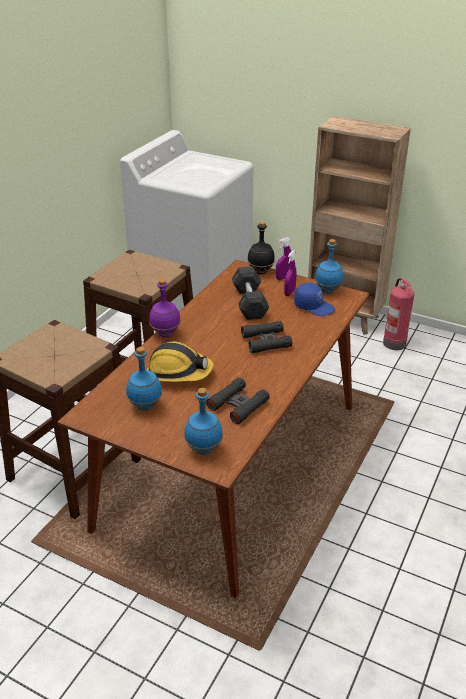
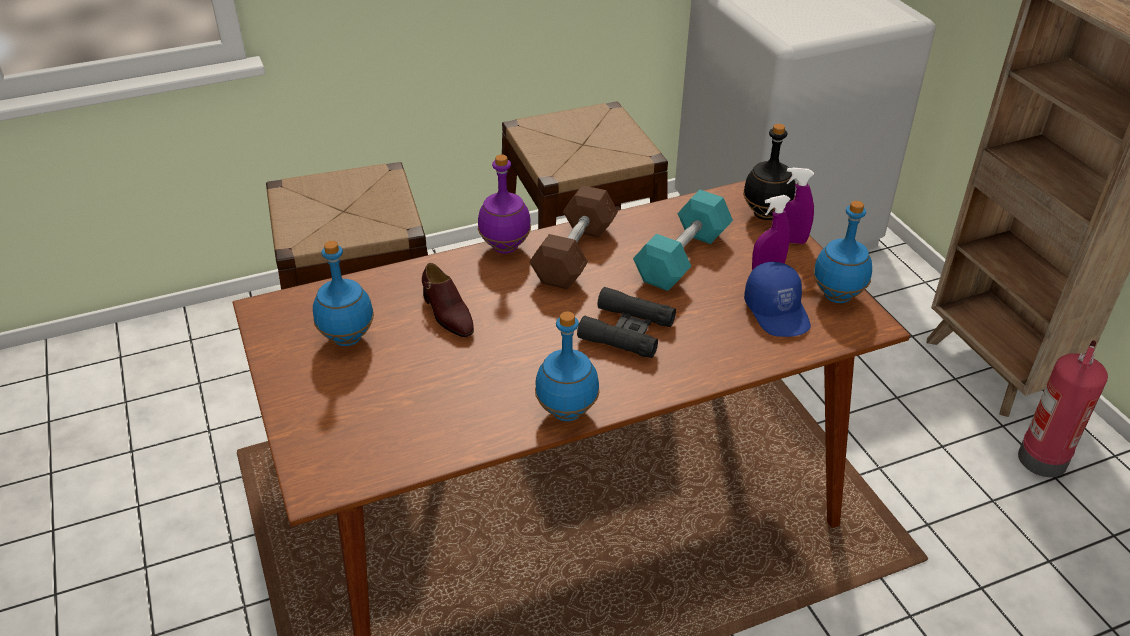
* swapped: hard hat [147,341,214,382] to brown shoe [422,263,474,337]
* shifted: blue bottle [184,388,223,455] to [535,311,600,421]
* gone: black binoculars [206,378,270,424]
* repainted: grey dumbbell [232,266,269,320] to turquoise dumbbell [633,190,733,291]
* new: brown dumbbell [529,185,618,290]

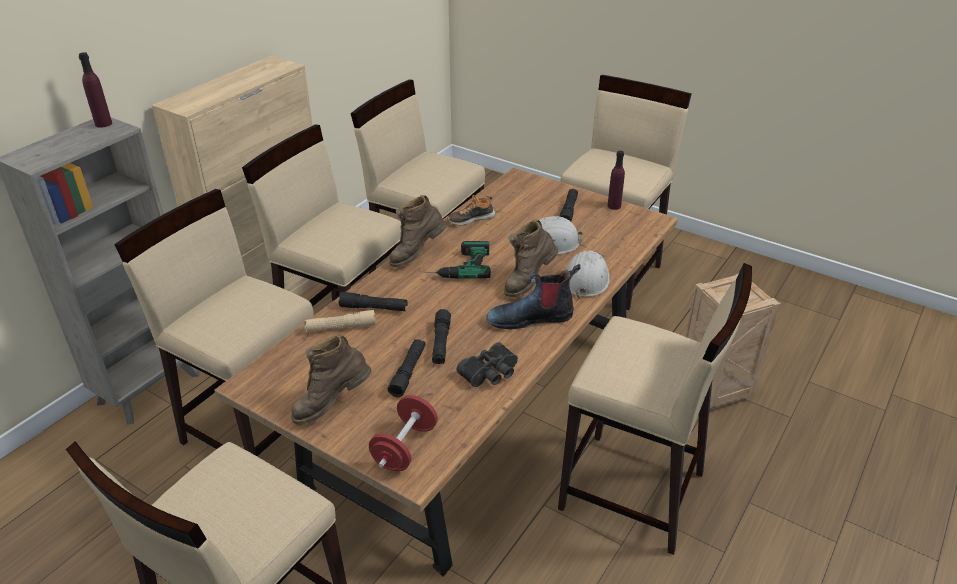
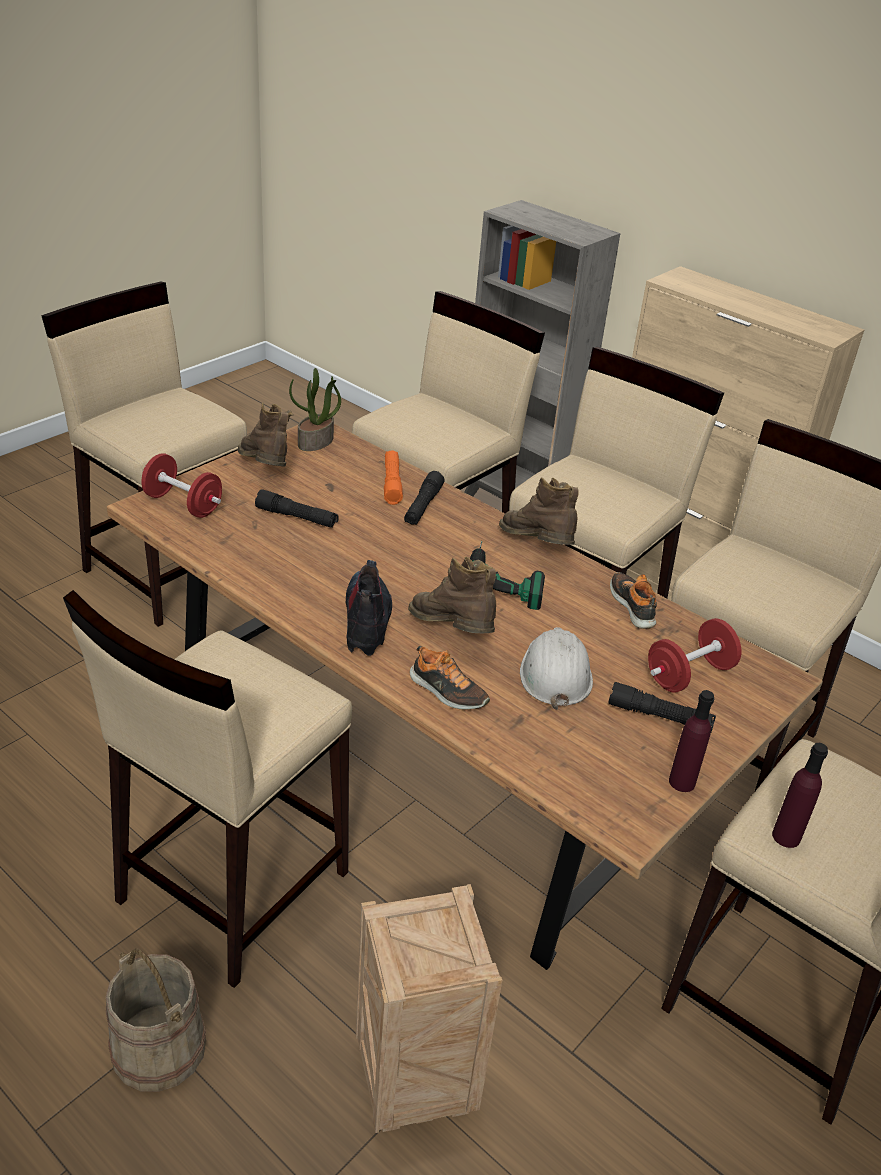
* shifted: purple bottle [79,52,112,128] to [772,743,828,848]
* repainted: beige flashlight [304,310,376,332] to orange flashlight [384,451,403,505]
* gone: black flashlight [432,309,451,364]
* gone: black binoculars [456,342,518,387]
* swapped: white hard hat [566,250,610,299] to shoe [410,646,490,710]
* new: beige bucket [106,948,206,1092]
* new: potted plant [289,368,341,451]
* new: red dumbbell [648,618,741,693]

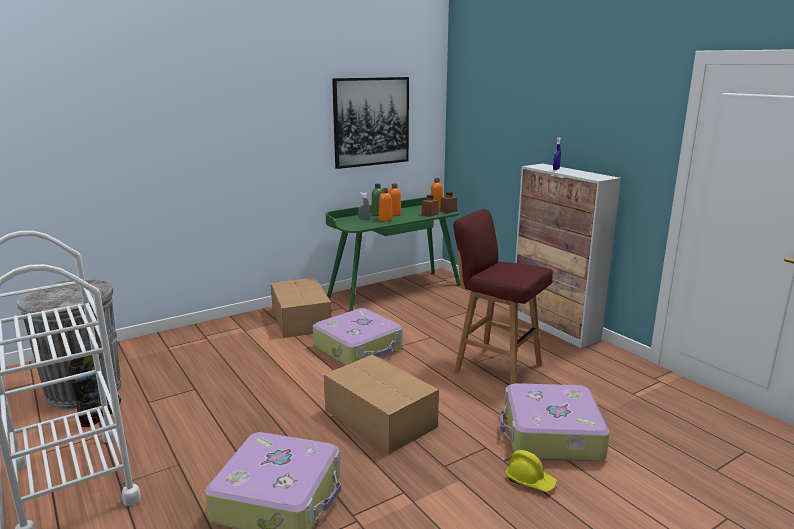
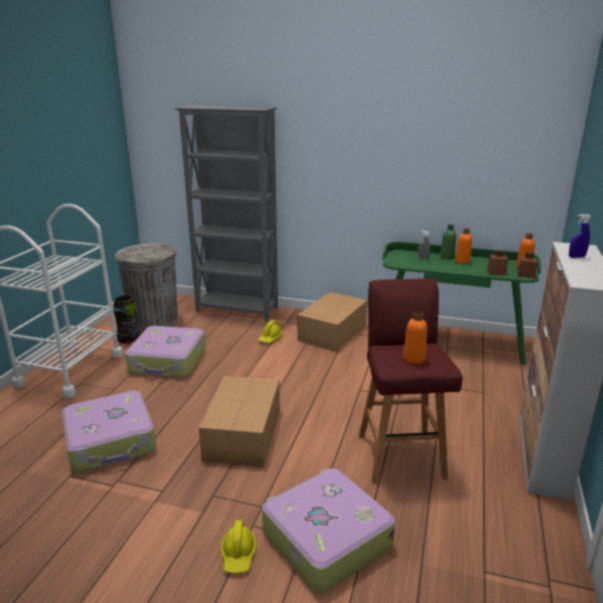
* shifted: suitcase [313,308,403,365] to [125,326,206,378]
* gone: picture [332,77,409,169]
* shifted: orange bottle [379,188,392,222] to [403,311,427,364]
* new: grey bookcase [175,105,278,321]
* new: yellow hard hat [258,320,283,343]

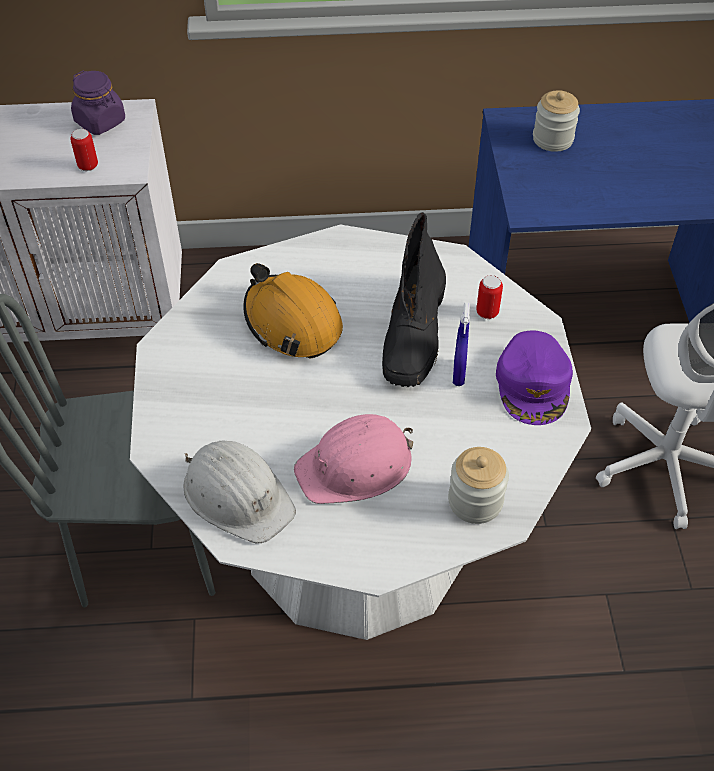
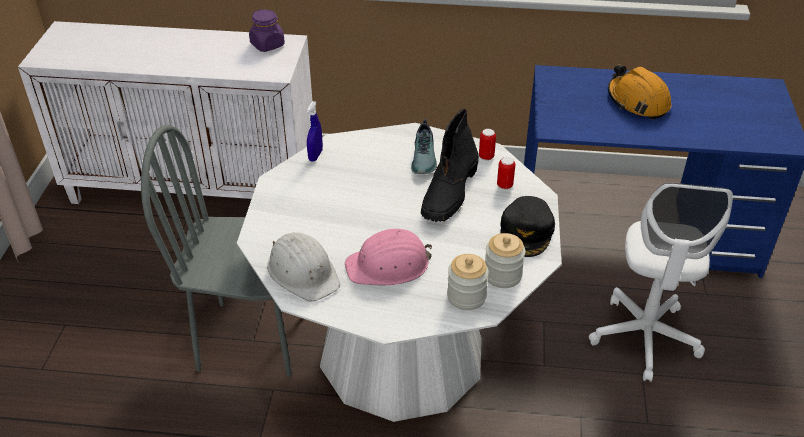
* shifted: can [70,129,98,171] to [479,129,496,160]
* shifted: orange hard hat [243,263,343,358] to [608,65,671,119]
* shifted: blue spray bottle [453,302,470,386] to [307,101,323,162]
* repainted: purple cap [496,331,573,425] to black cap [500,196,555,257]
* shifted: jar [533,90,580,152] to [485,233,525,288]
* new: shoe [411,119,437,174]

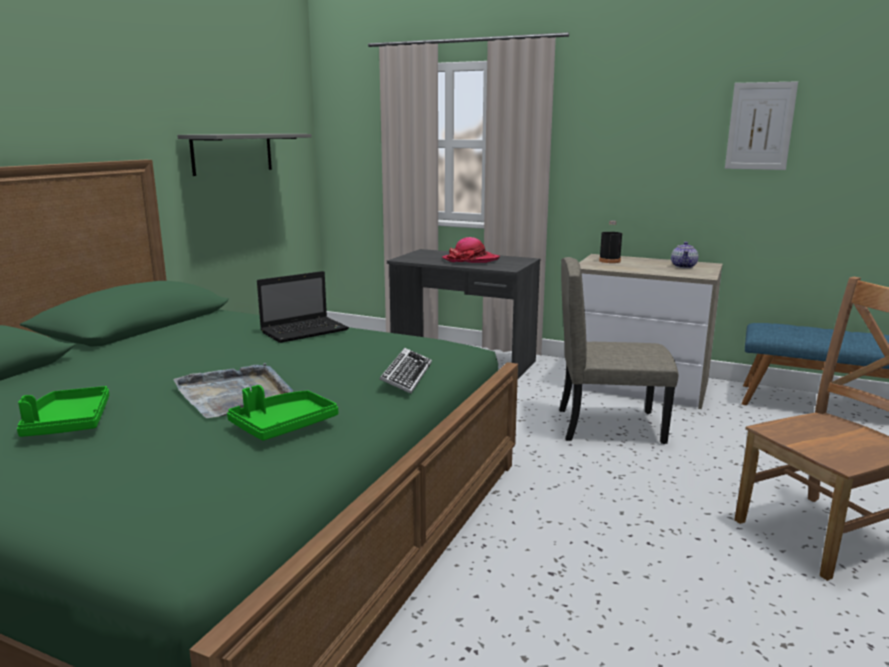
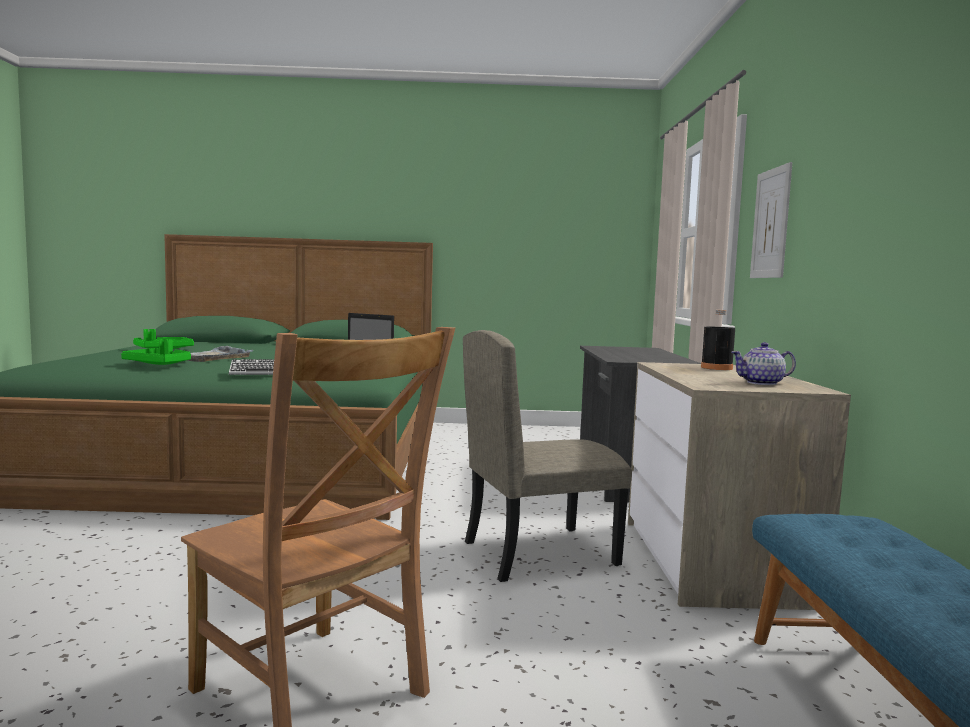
* gone: grey shelf [177,134,311,176]
* gone: hat [442,237,500,263]
* rotated: beige chair [559,257,678,444] = [463,330,632,582] 90 degrees counterclockwise
* shifted: picture [725,81,798,170] to [750,162,792,278]

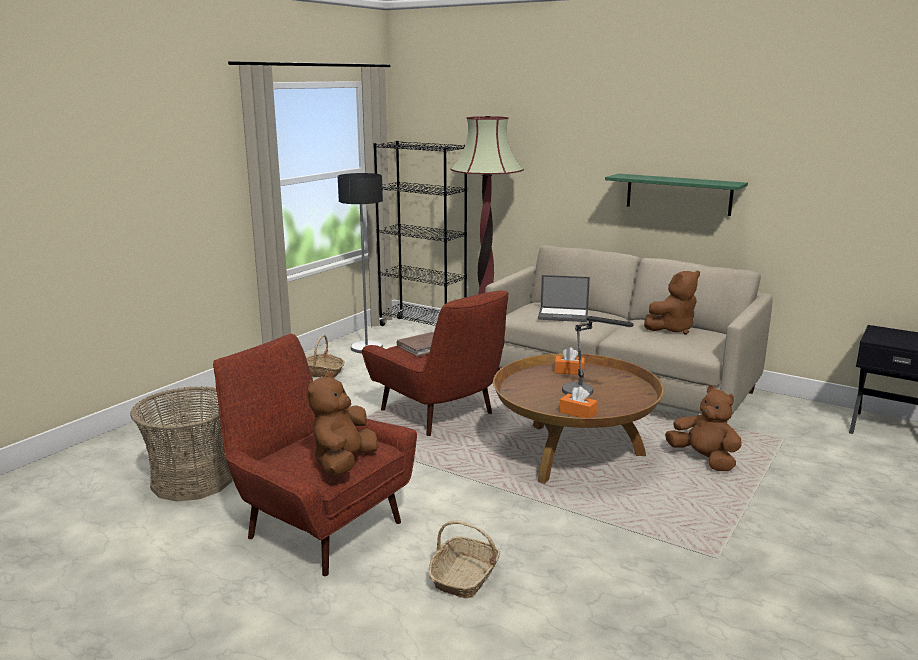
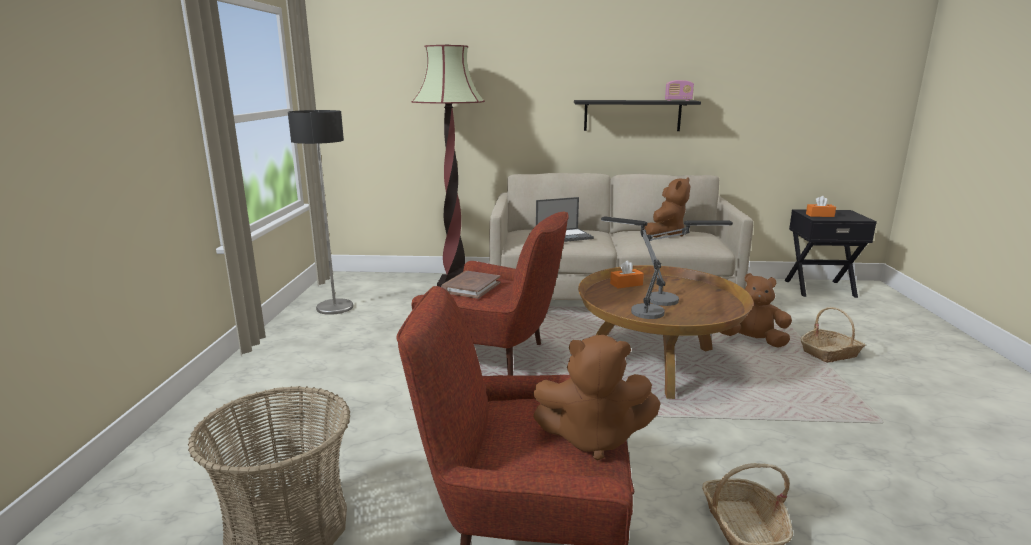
* shifted: basket [306,335,345,378] to [800,307,865,363]
* rotated: brown plush toy [307,372,378,476] = [533,335,661,461] 75 degrees counterclockwise
* gone: black bookcase [373,141,467,326]
* shifted: orange tissue box [559,386,598,418] to [806,196,836,217]
* repainted: green shelf [605,174,748,216] to black shelf [574,100,701,131]
* new: table lamp [601,217,665,319]
* new: radio [665,80,694,101]

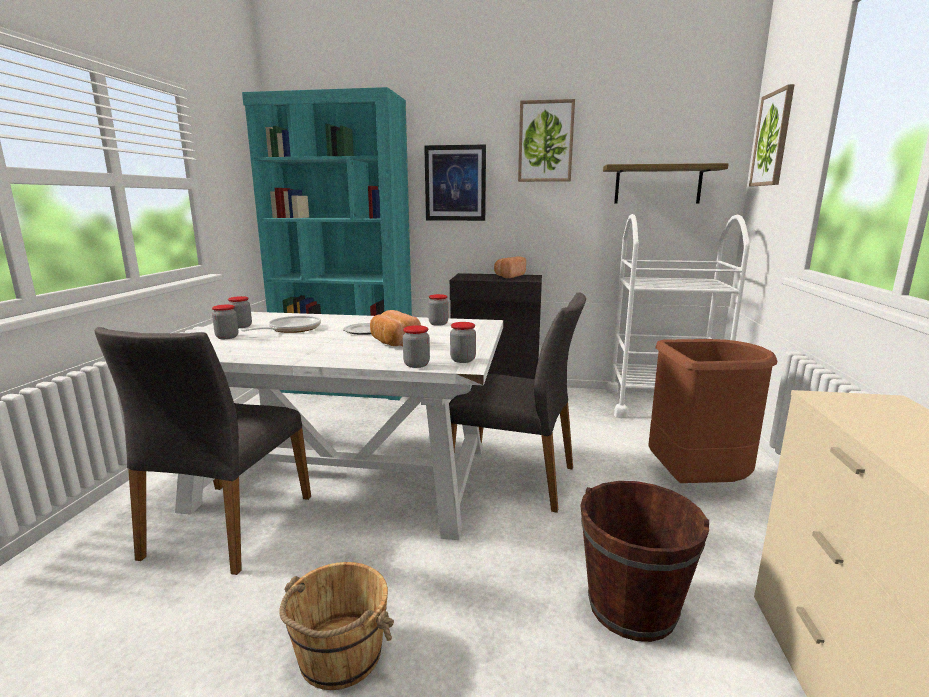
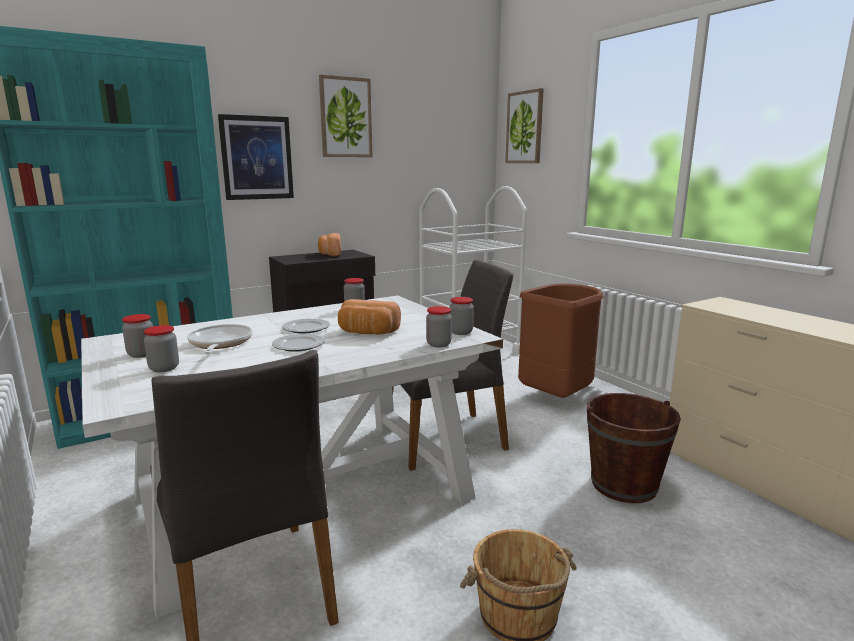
* gone: shelf [603,163,729,204]
* new: plate [272,334,325,352]

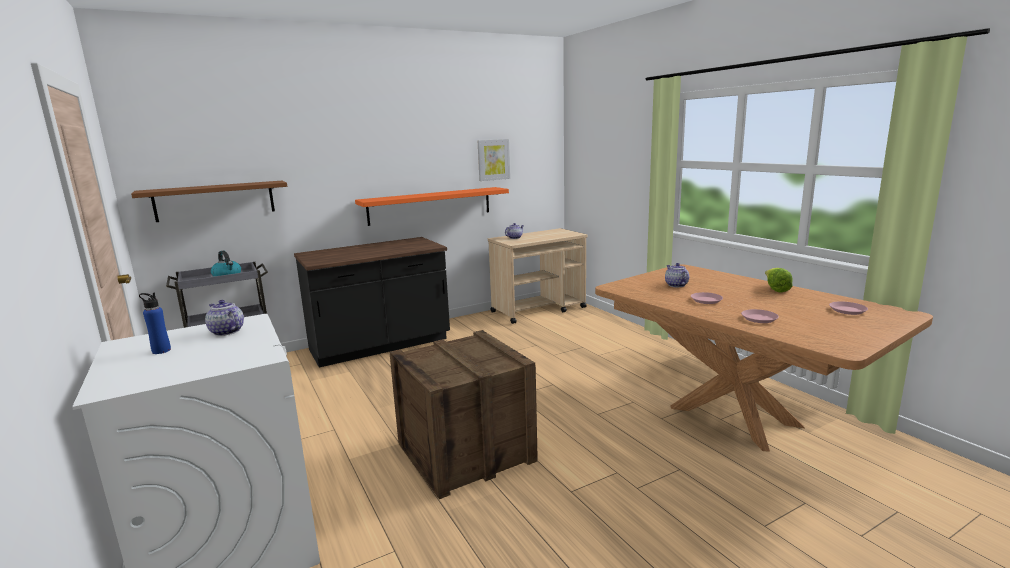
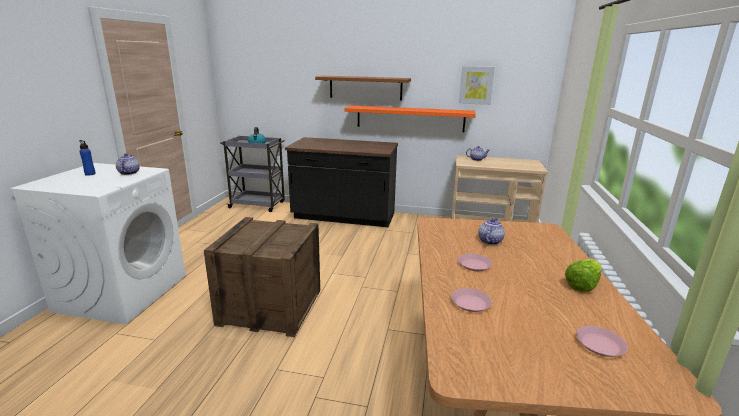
* shifted: brown shelf [131,181,287,222] to [315,76,411,101]

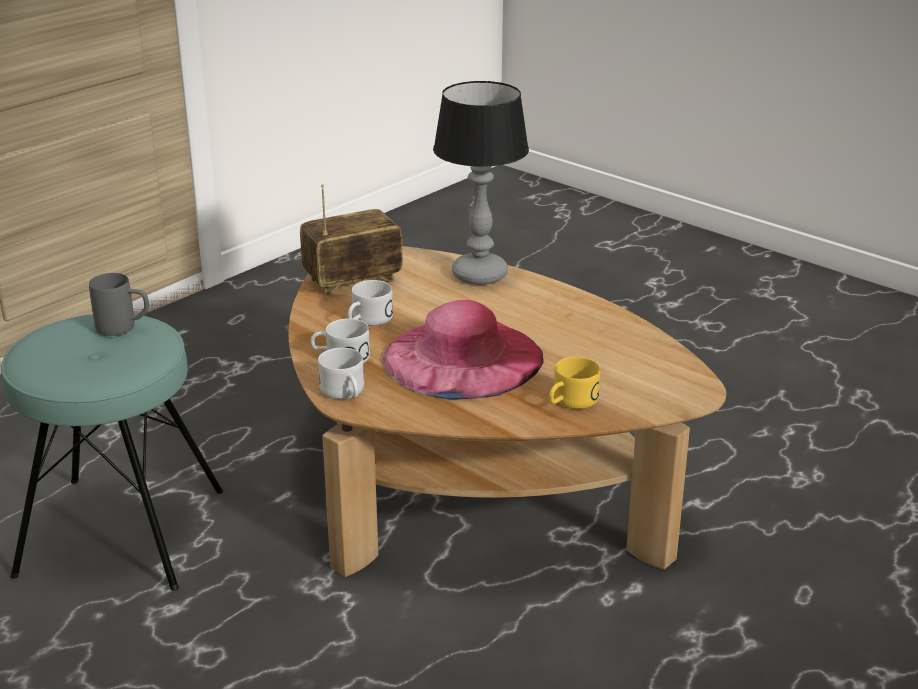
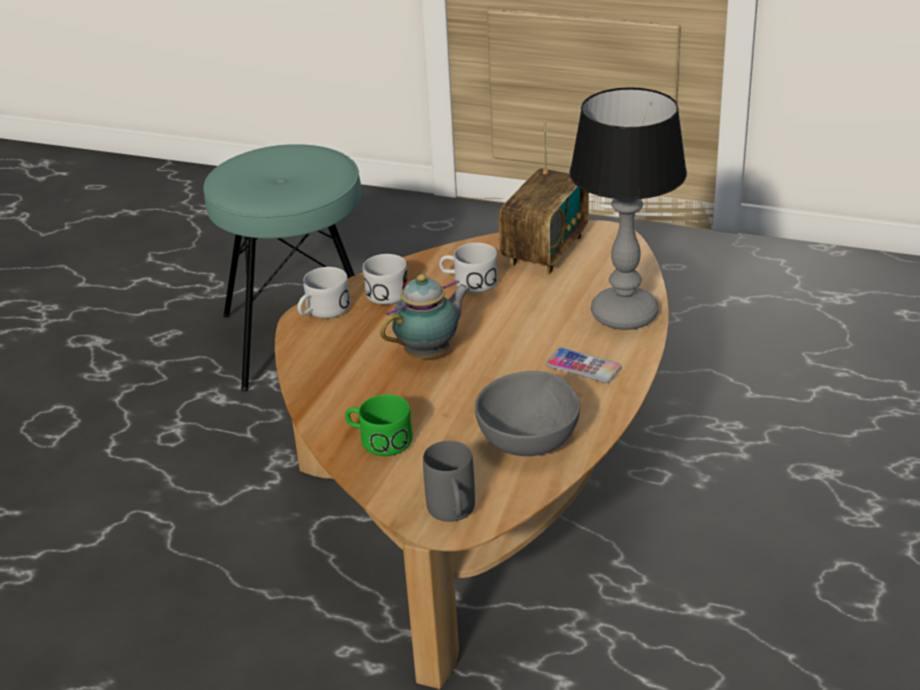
* shifted: grey mug [89,273,149,336] to [423,441,475,522]
* rotated: radio [300,184,403,296] = [499,121,589,275] 75 degrees clockwise
* swapped: pink hat [383,300,544,399] to teapot [380,274,470,359]
* repainted: yellow mug [549,357,600,409] to green mug [345,395,413,456]
* new: grey bowl [475,371,580,456]
* new: phone [546,348,622,383]

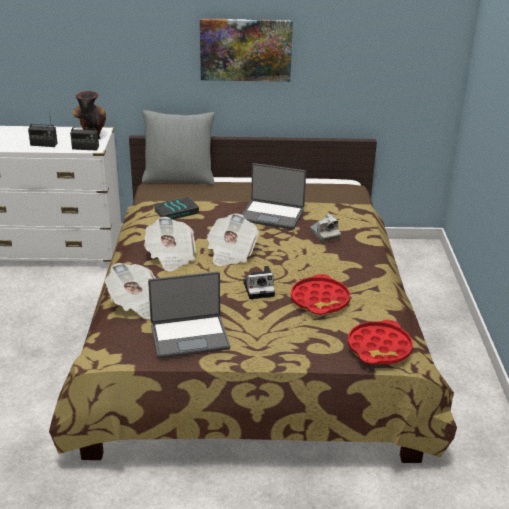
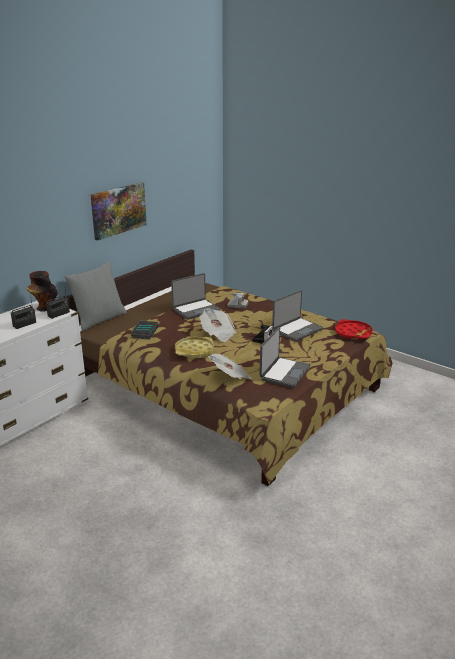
* swapped: newspaper [144,217,196,272] to yellow tray [175,337,214,358]
* swapped: red tray [291,274,350,314] to laptop [272,290,323,342]

